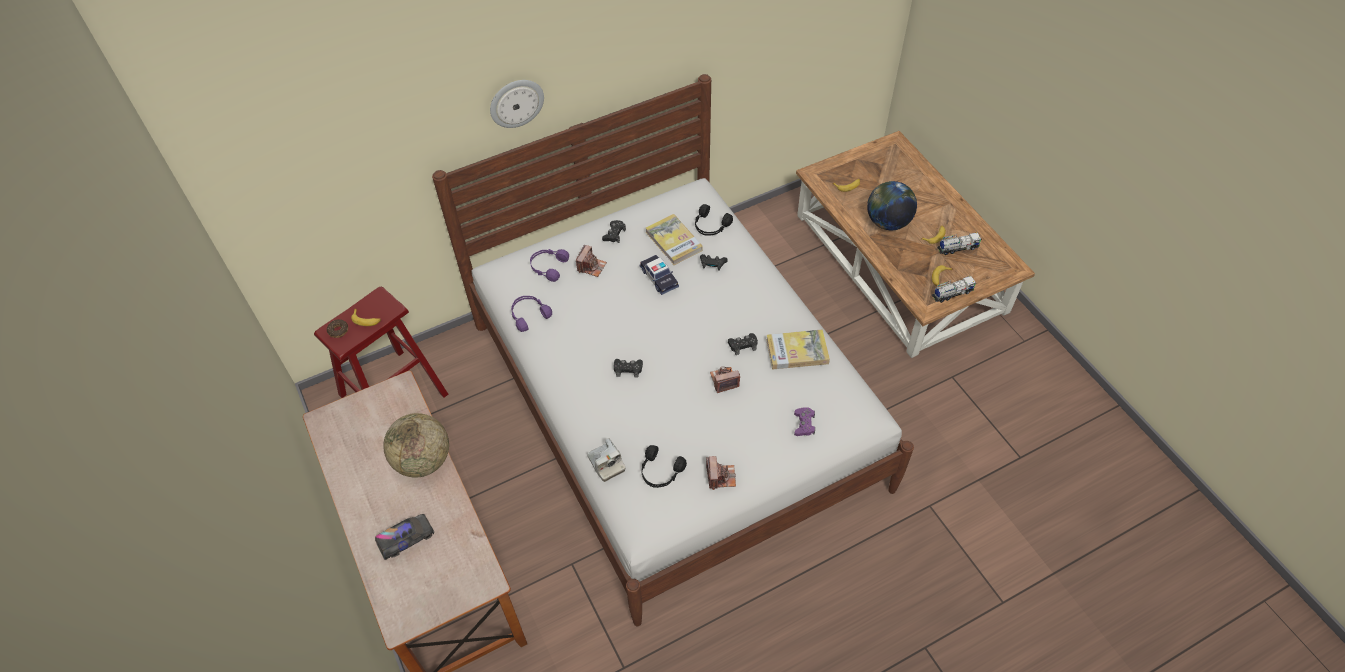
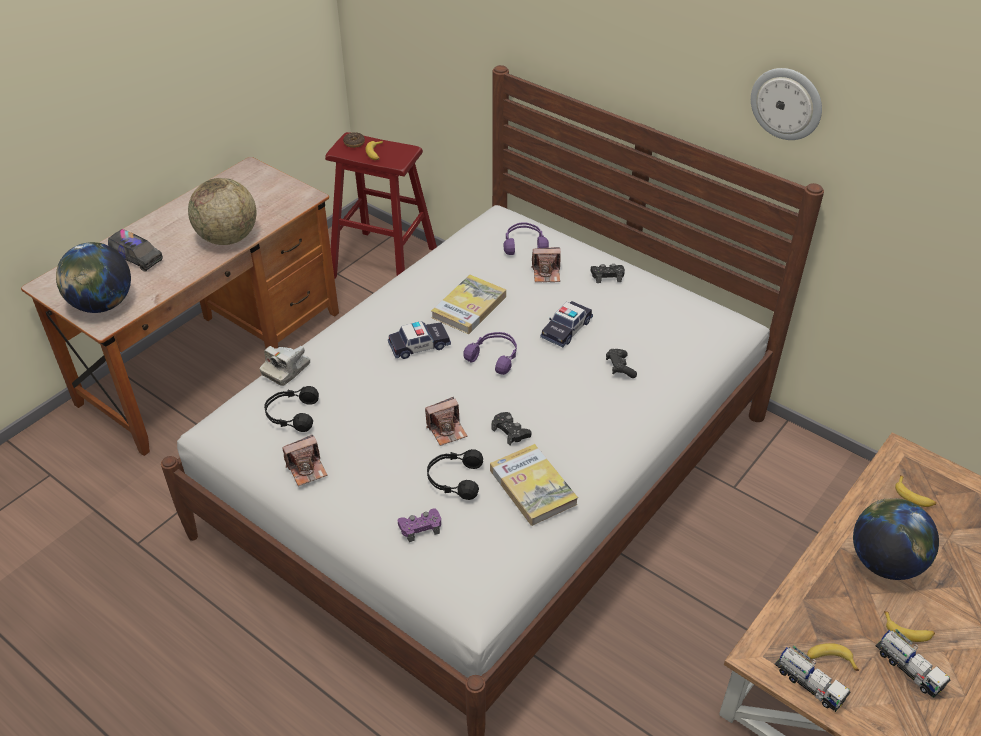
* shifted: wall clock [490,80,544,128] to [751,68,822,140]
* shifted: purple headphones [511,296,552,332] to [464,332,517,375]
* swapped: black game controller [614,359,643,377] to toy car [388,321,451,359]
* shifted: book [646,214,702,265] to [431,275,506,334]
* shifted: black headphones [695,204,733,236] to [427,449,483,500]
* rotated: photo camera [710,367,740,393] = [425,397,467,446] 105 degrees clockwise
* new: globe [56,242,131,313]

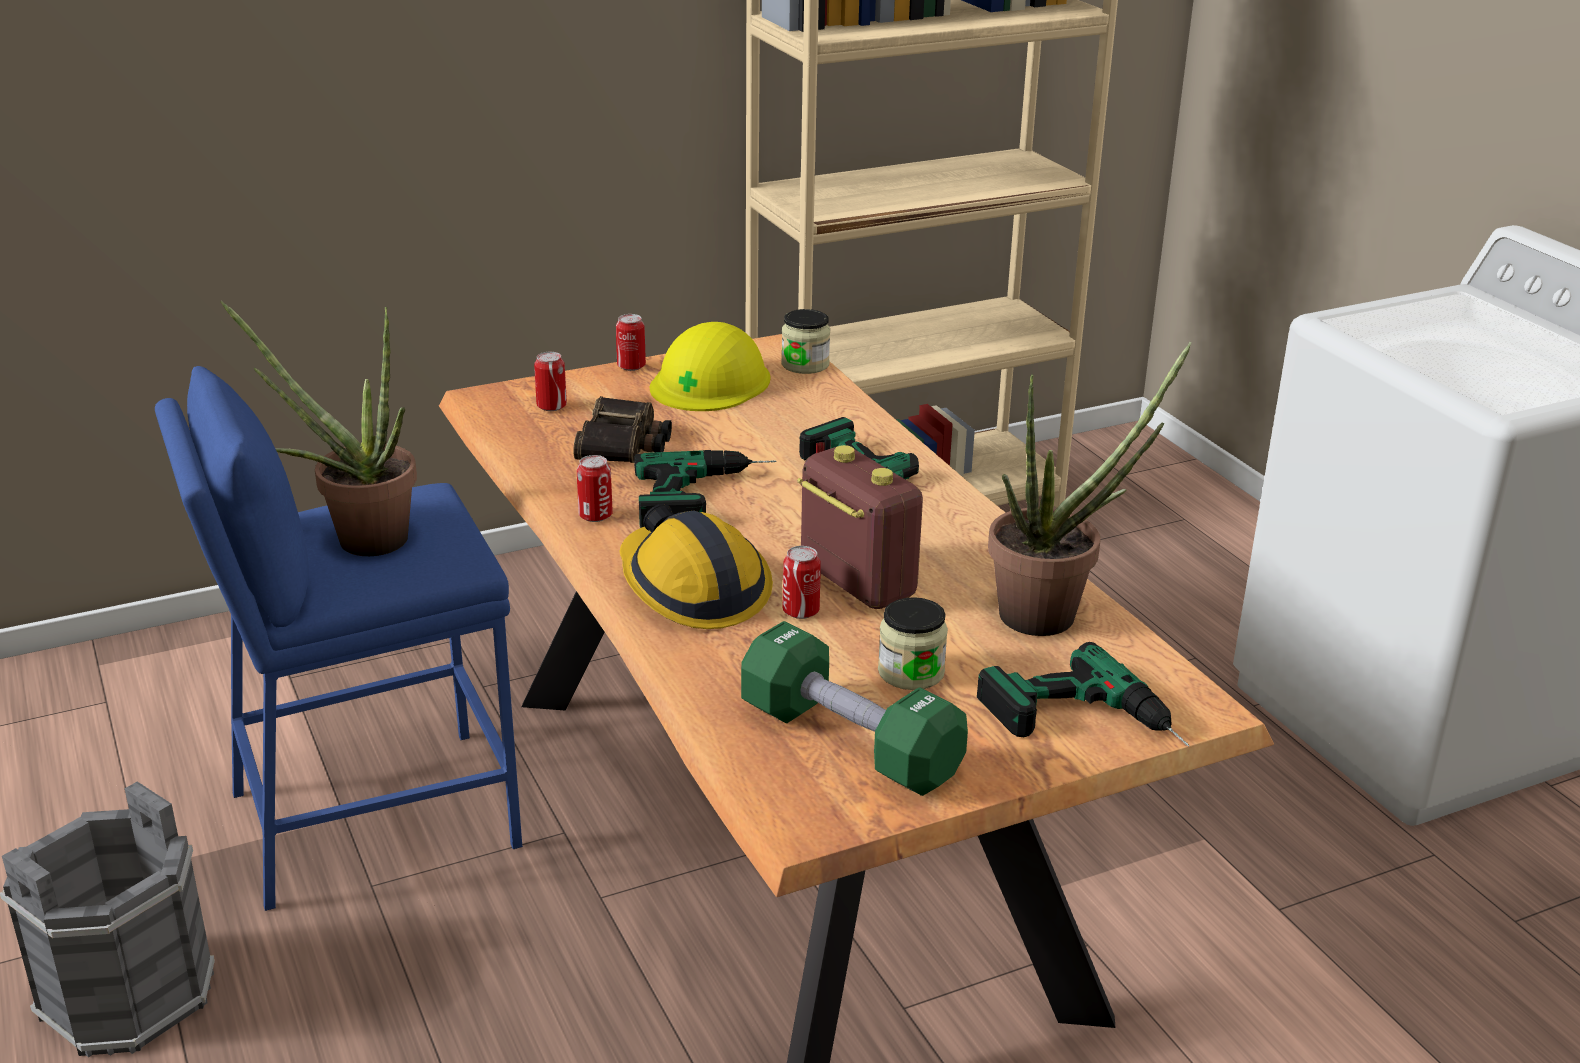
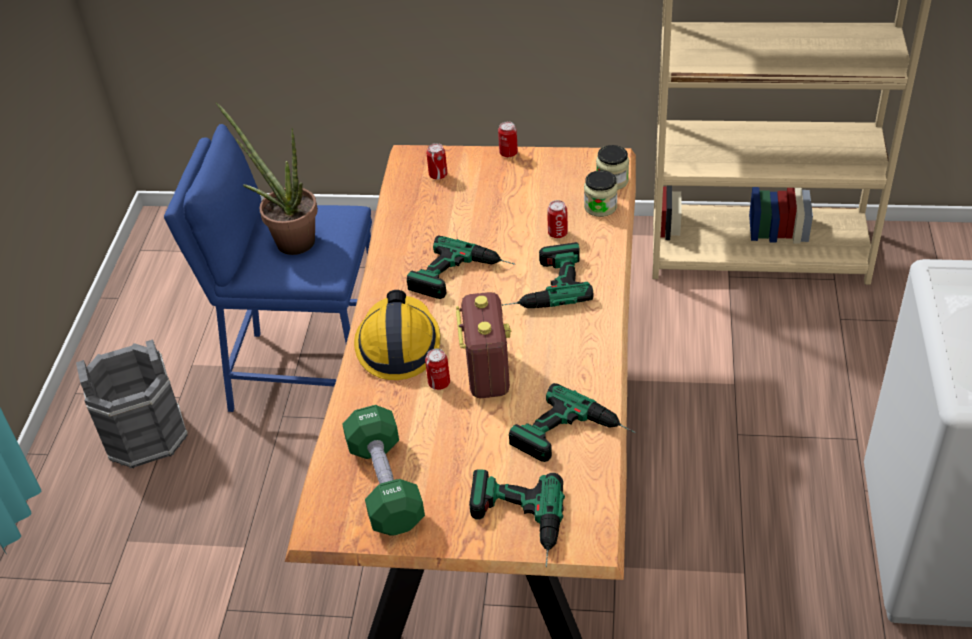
* gone: binoculars [574,396,672,463]
* shifted: can [577,455,613,522] to [547,200,568,238]
* gone: yellow hard hat [650,322,770,411]
* shifted: jar [878,597,948,690] to [584,170,618,217]
* swapped: potted plant [988,342,1192,636] to power drill [509,383,636,462]

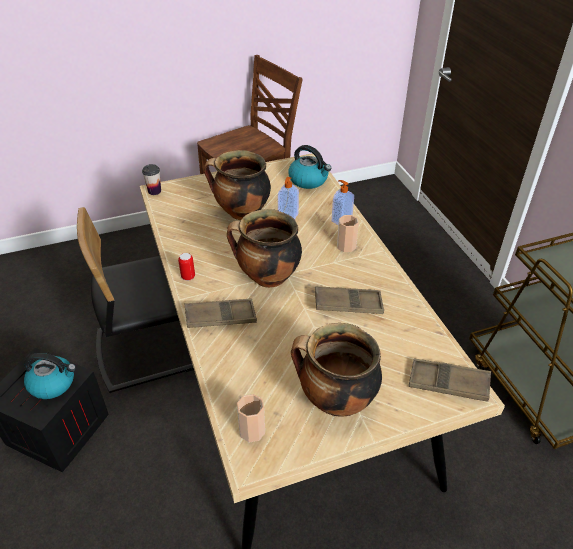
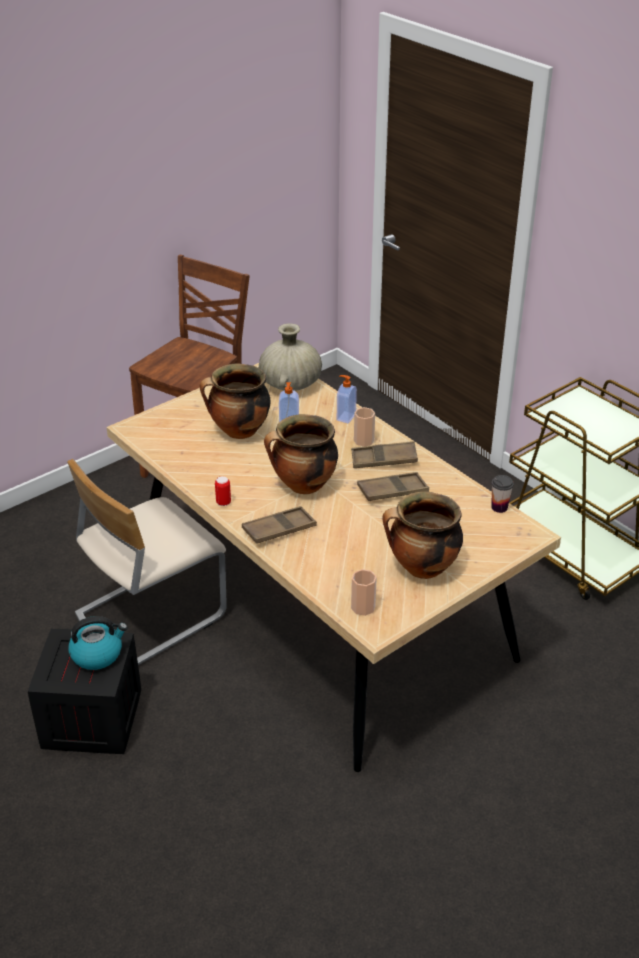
* repainted: black chair [77,207,194,393] to beige chair [67,459,227,665]
* shifted: cup [142,164,161,195] to [491,475,514,513]
* swapped: kettle [288,145,332,189] to beige vase [259,323,322,391]
* shifted: brown tray [409,359,491,402] to [351,441,418,468]

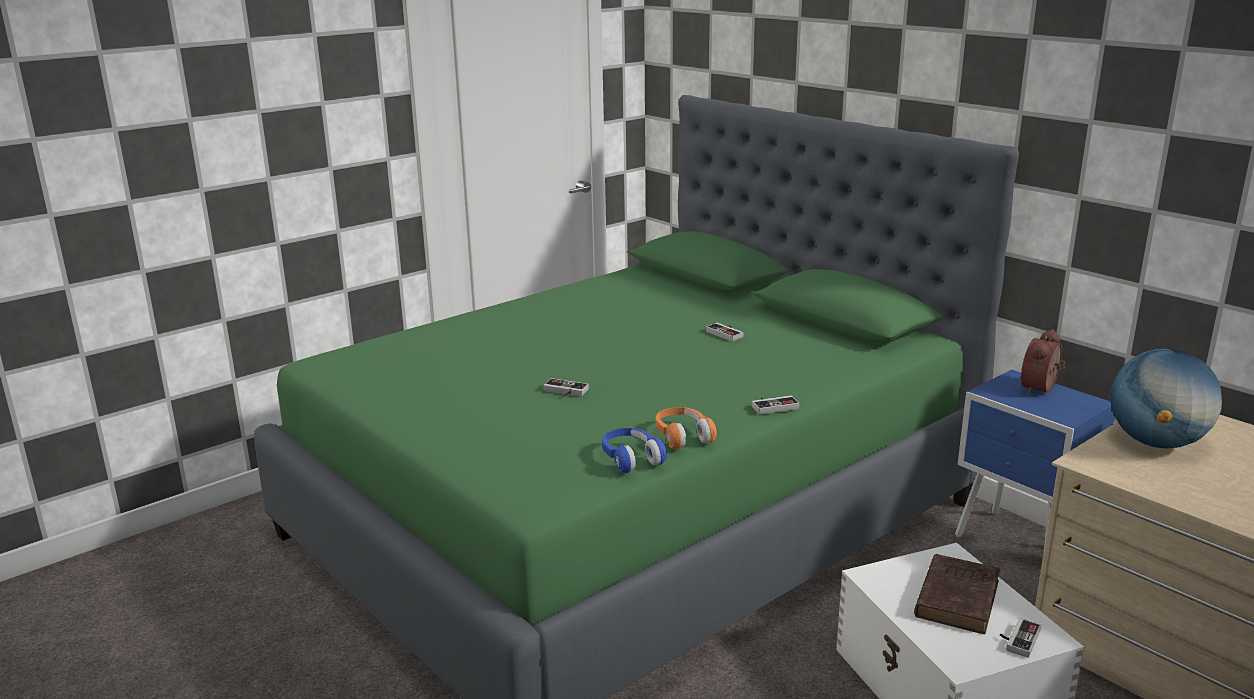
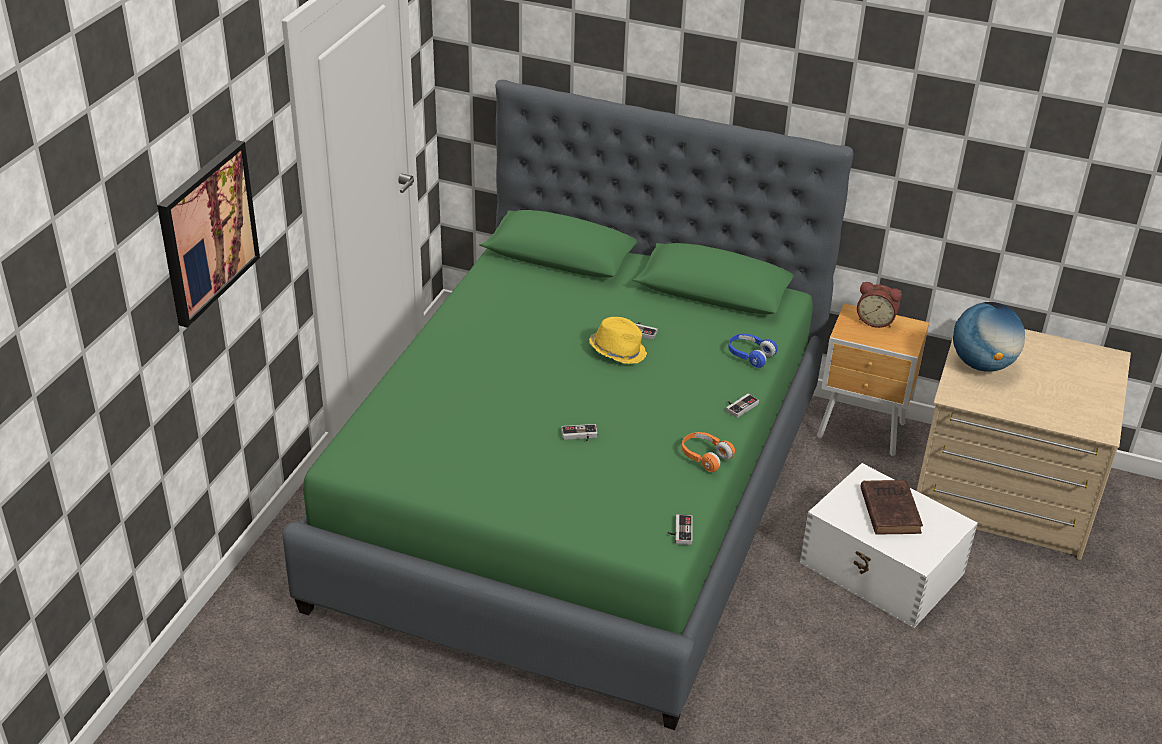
* shifted: blue headphones [602,428,667,473] to [728,334,778,368]
* repainted: blue nightstand [955,370,1114,554] to brown nightstand [817,303,929,457]
* shifted: game controller [1000,618,1041,658] to [668,514,693,545]
* rotated: alarm clock [1021,329,1065,395] = [857,282,902,328] 75 degrees counterclockwise
* new: picture [157,140,260,328]
* new: yellow hat [589,317,647,364]

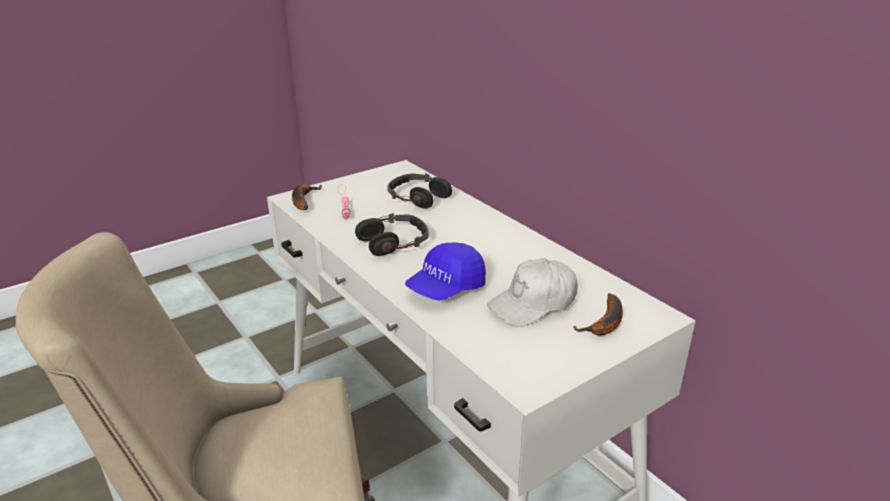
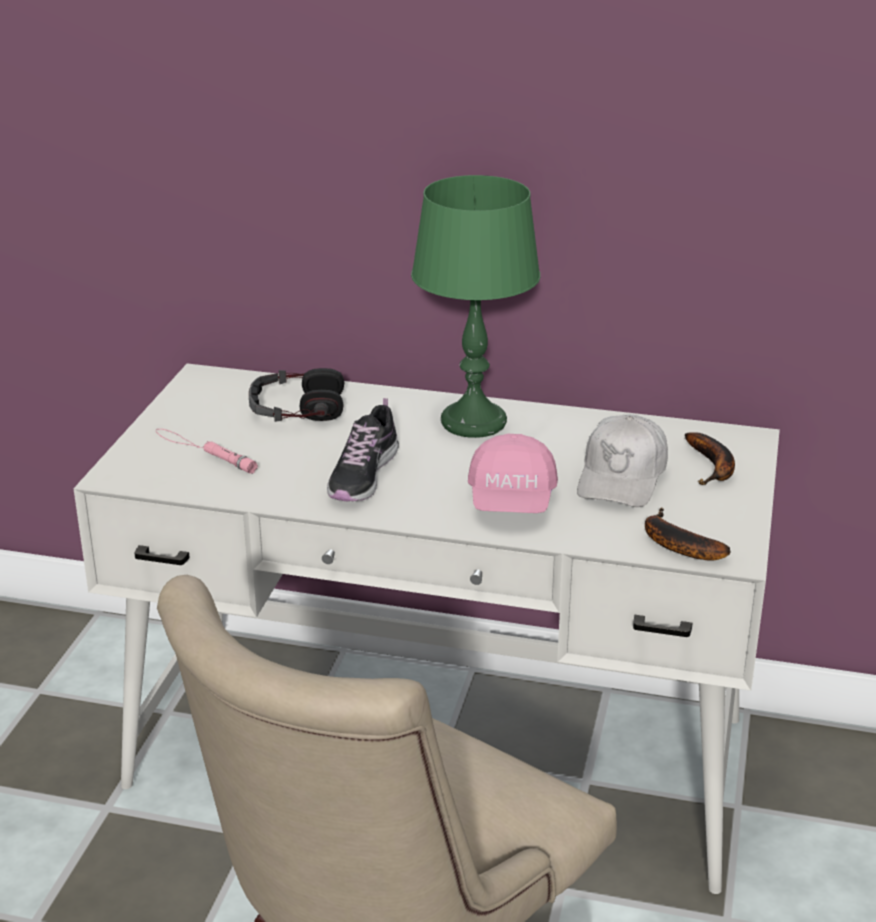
* shifted: banana [292,184,322,210] to [645,508,731,560]
* swapped: headphones [355,213,429,256] to shoe [327,398,399,501]
* repainted: blue cap [405,242,486,301] to pink cap [468,434,558,513]
* new: green table lamp [411,175,540,438]

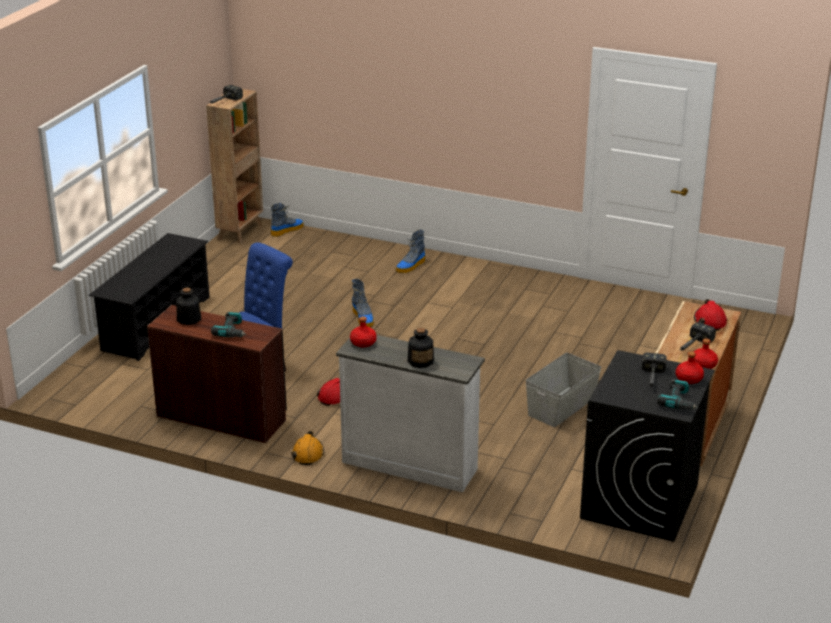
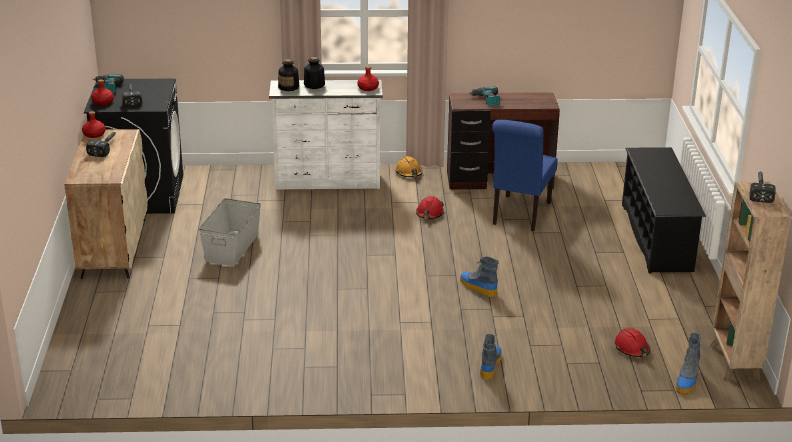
* shifted: bottle [176,287,201,325] to [278,59,299,91]
* shifted: red hard hat [694,299,728,331] to [615,328,650,357]

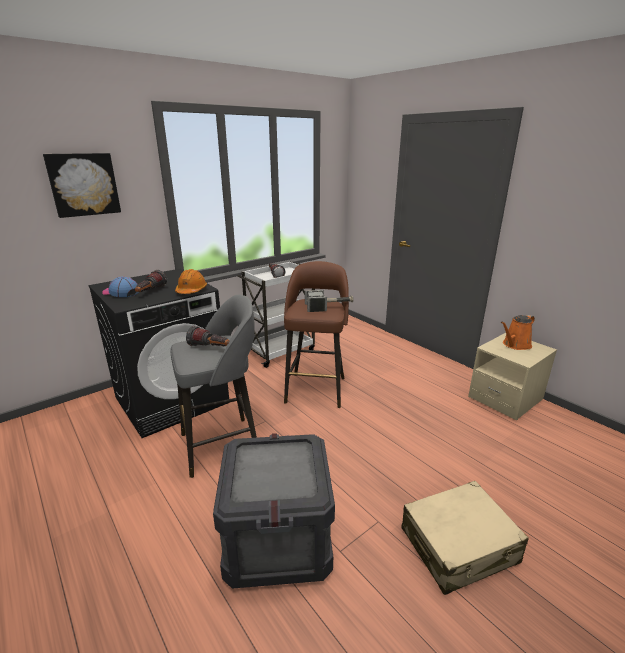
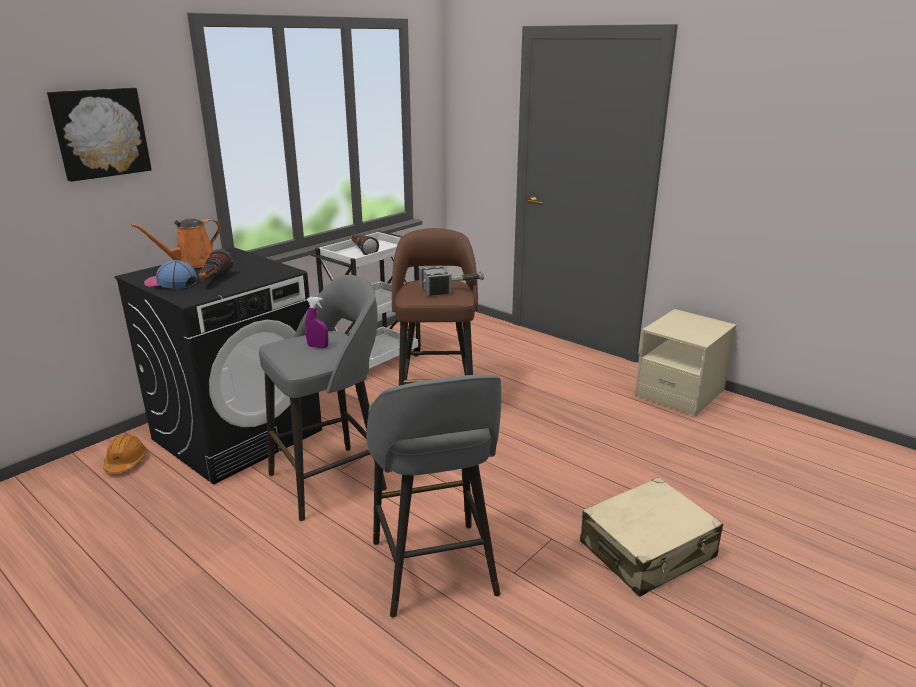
* shifted: orange hard hat [175,269,207,294] to [103,434,147,473]
* swapped: flashlight [186,326,230,346] to purple spray bottle [305,297,328,348]
* swapped: crate [213,433,335,589] to grey stool [367,375,501,617]
* shifted: orange watering can [501,315,535,350] to [131,219,221,268]

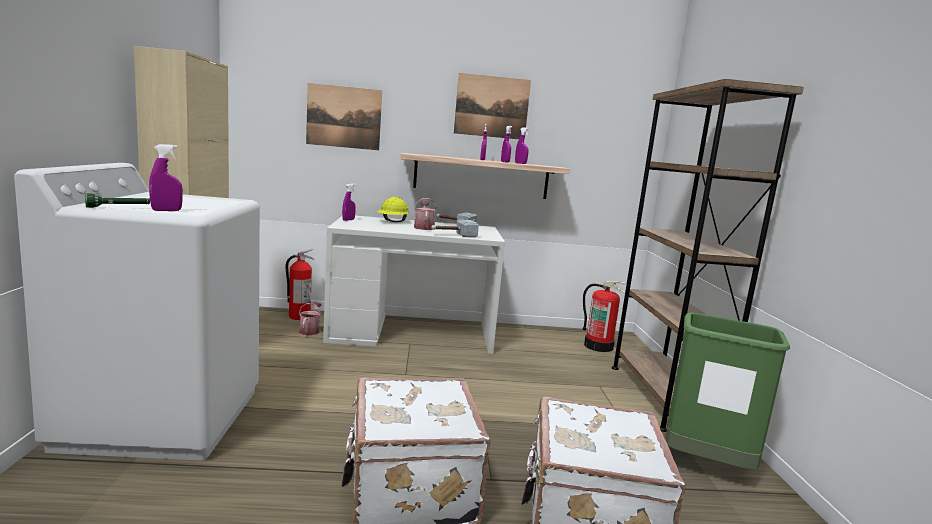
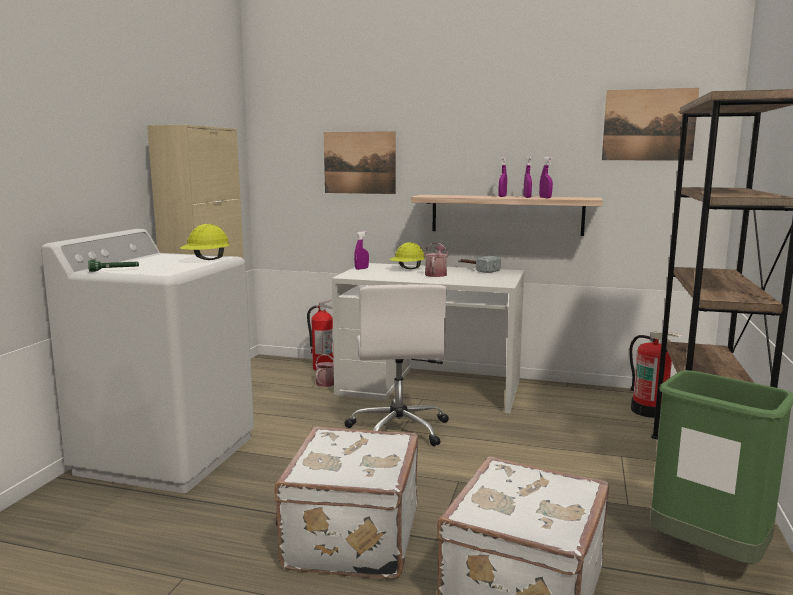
* gone: purple spray bottle [149,144,183,211]
* gone: hammer [431,220,479,237]
* shifted: picture [454,73,531,140] to [602,88,699,160]
* new: yellow hard hat [180,224,230,260]
* new: white office chair [345,284,449,446]

